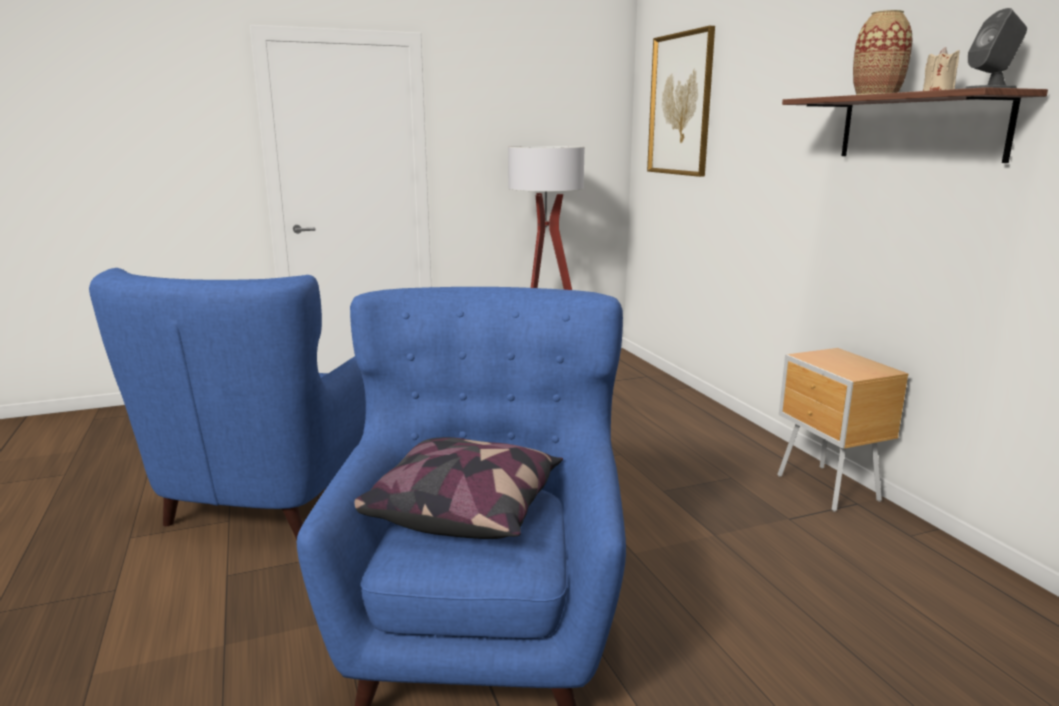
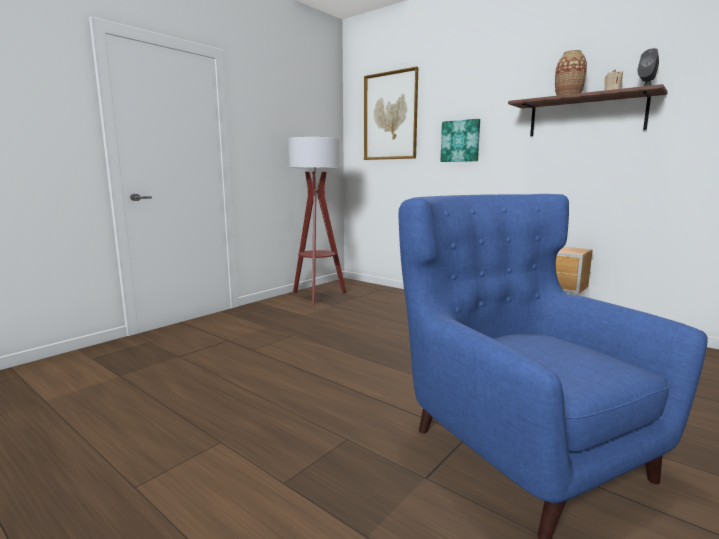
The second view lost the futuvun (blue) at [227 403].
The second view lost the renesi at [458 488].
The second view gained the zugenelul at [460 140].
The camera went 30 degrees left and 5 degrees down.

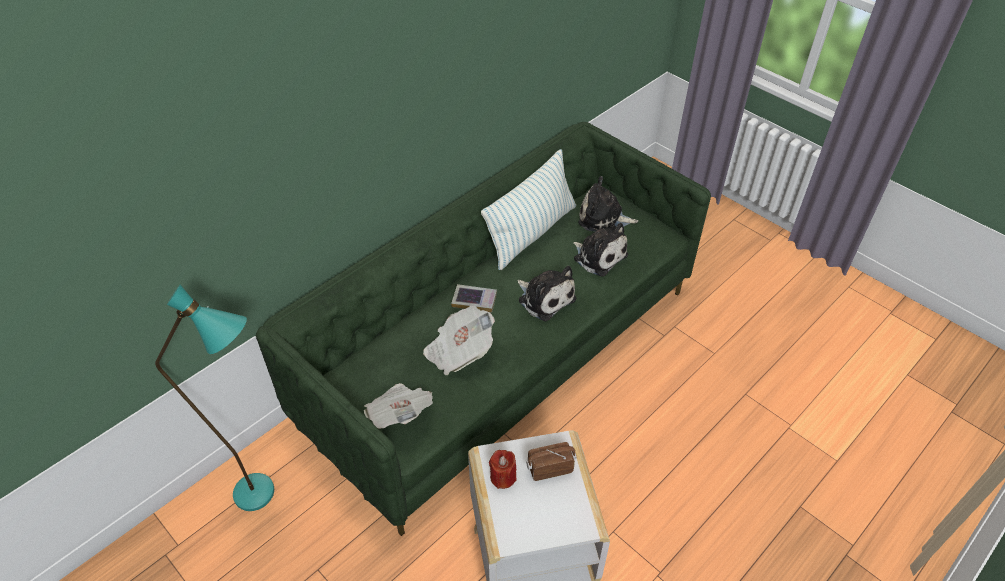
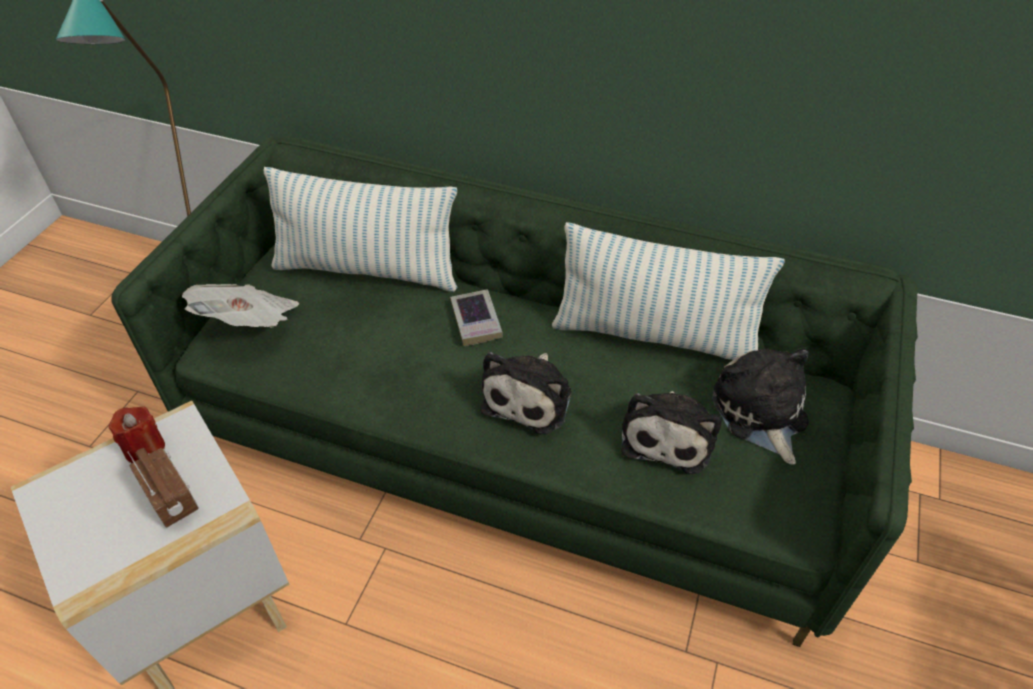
The second view lost the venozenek at [459 340].
The second view gained the renesi at [360 229].
The camera went 65 degrees right and 0 degrees up.

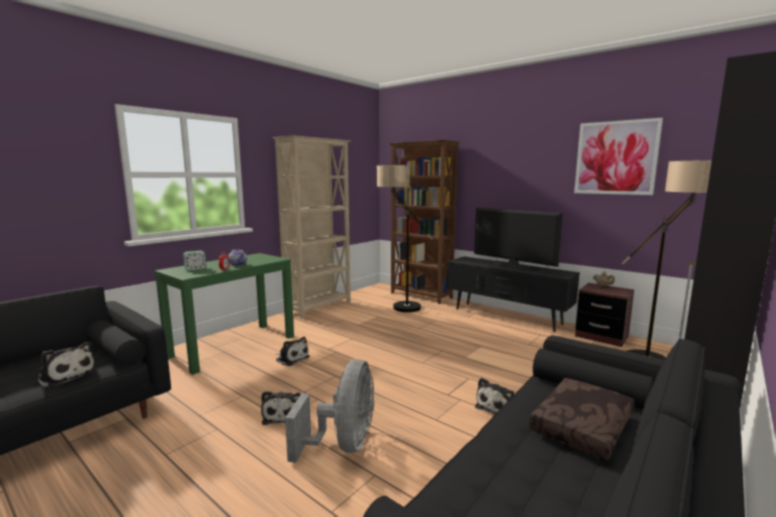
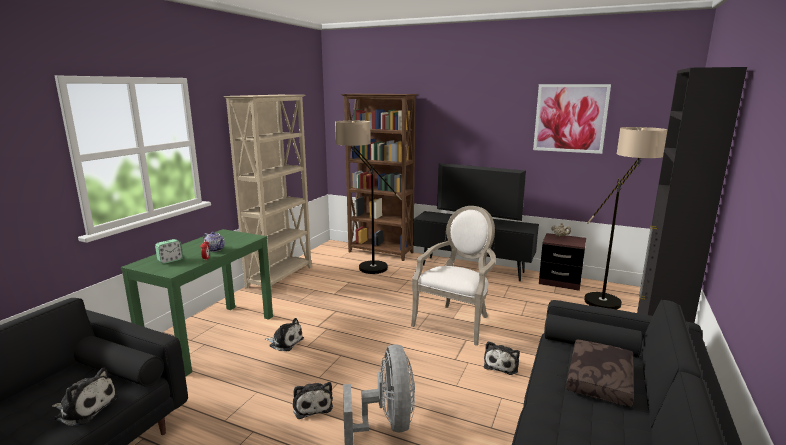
The second view gained the futuvun at [453 276].
The camera went 15 degrees left and 5 degrees up.

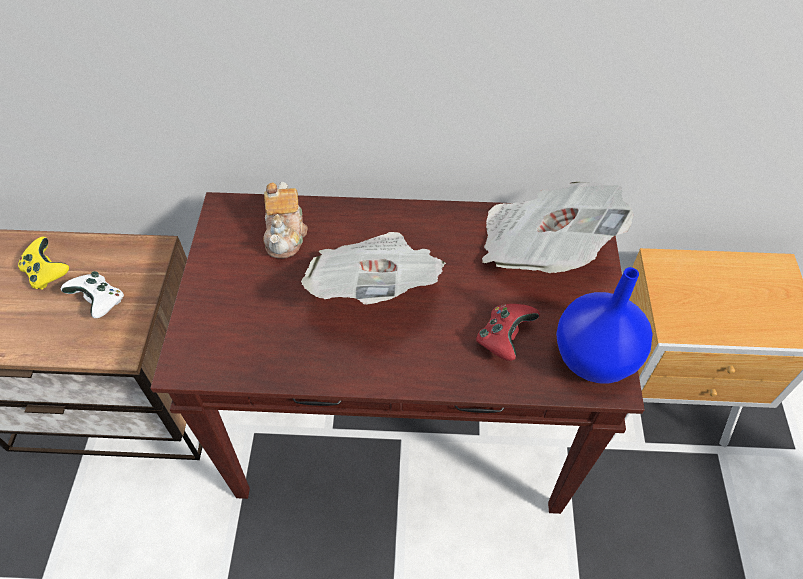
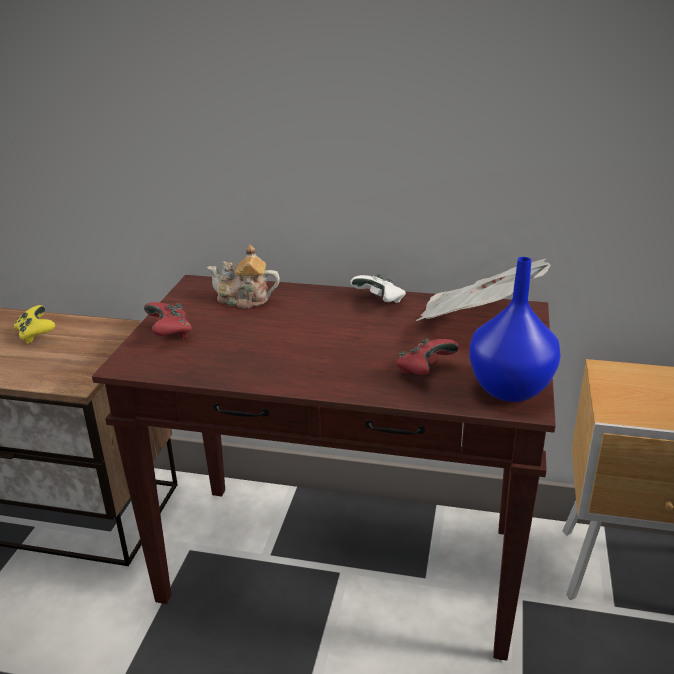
The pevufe at [285 220] ended up facing another way, 90 degrees clockwise from before.
The second view lost the venozenek at [373 268].
The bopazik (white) ended up elsewhere, having gone from [92 294] to [378 288].
The second view gained the bopazik (red) at [168 320].
The camera went 10 degrees right and 25 degrees down.

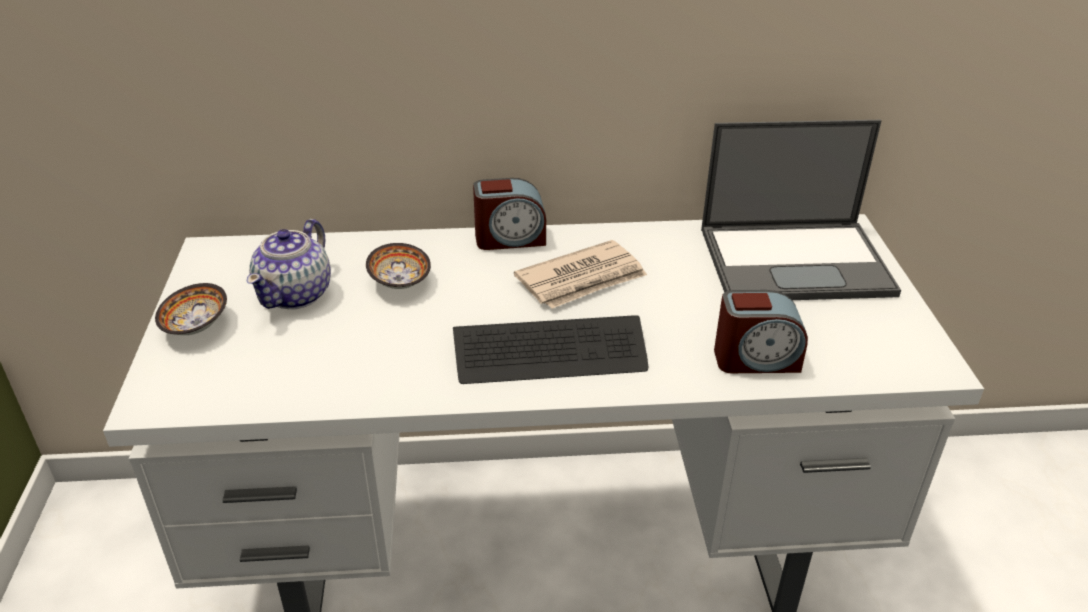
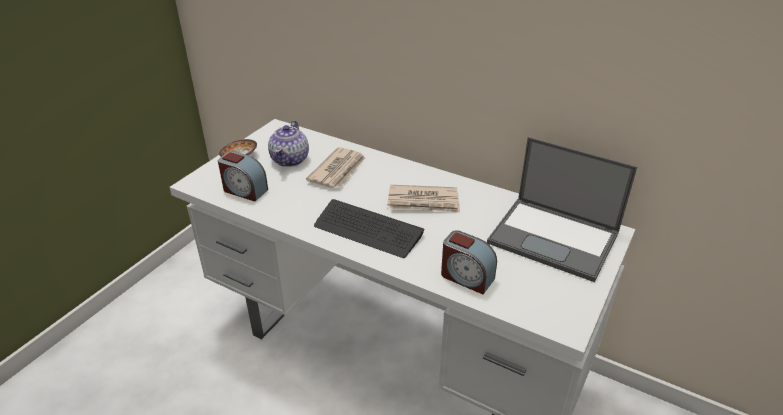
The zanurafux ended up elsewhere, having gone from [509 214] to [243 176].
The pevufe at [289 264] ended up facing another way, 45 degrees counterclockwise from before.
Where the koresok stood at [398 266], the venozenek came to stand at [335 167].
The camera went 35 degrees right and 0 degrees up.

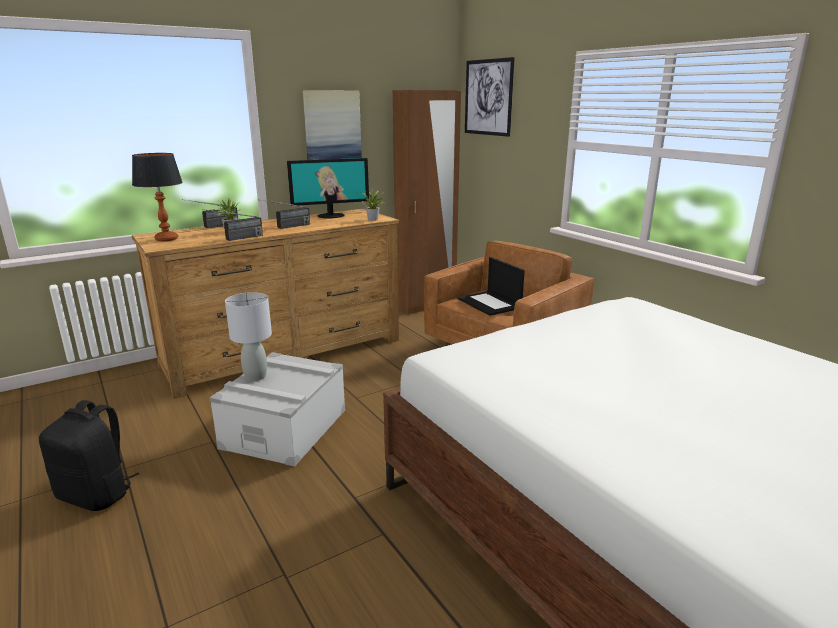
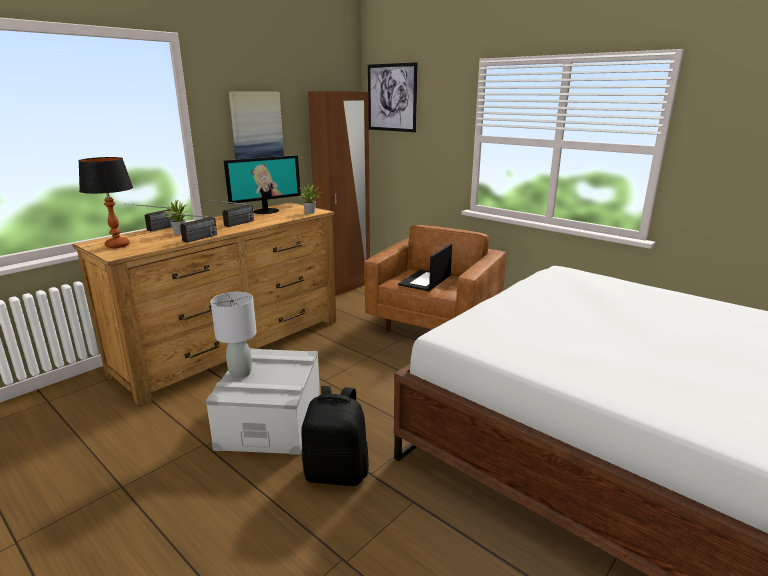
The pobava at [491 286] ended up facing another way, 75 degrees clockwise from before.
The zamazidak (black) ended up elsewhere, having gone from [89 455] to [335 436].
The camera went 15 degrees left and 0 degrees up.

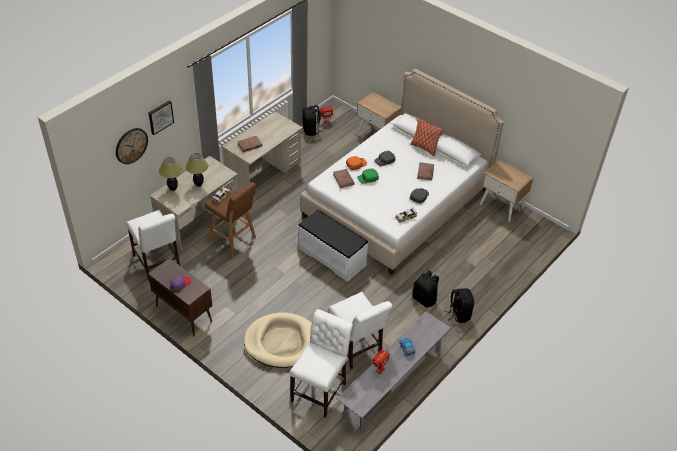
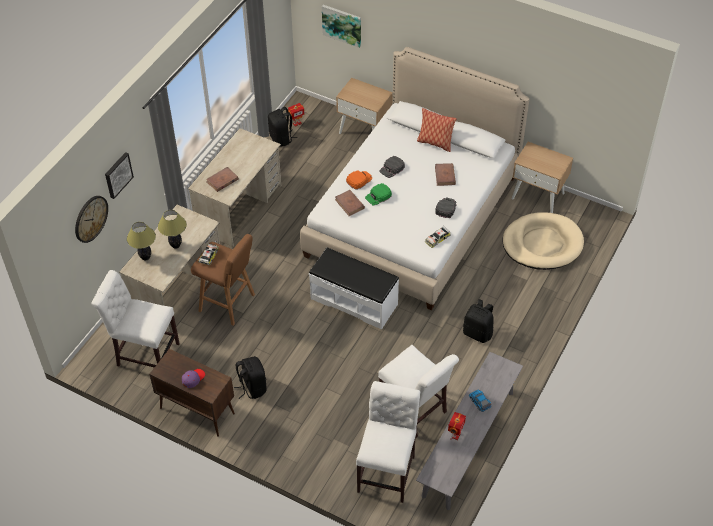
The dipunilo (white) at [153 245] ended up facing another way, 150 degrees clockwise from before.
The zamazidak (black) ended up elsewhere, having gone from [459 306] to [250 377].
The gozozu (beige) ended up elsewhere, having gone from [278 340] to [543 241].
The second view gained the zugenelul at [341 26].
The camera went 10 degrees left and 5 degrees up.

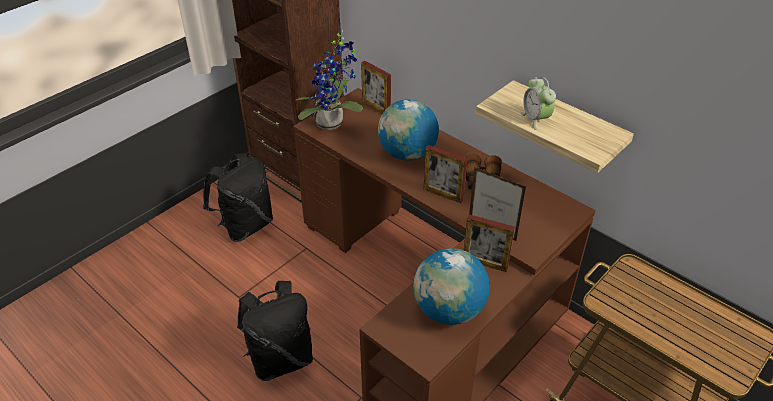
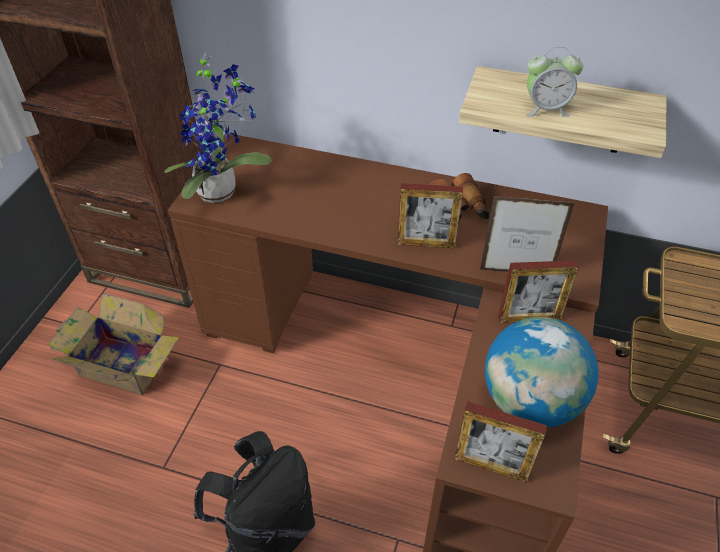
The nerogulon ended up elsewhere, having gone from [376 87] to [500 442].
The zanurafux at [538 103] ended up facing another way, 45 degrees counterclockwise from before.
The second view lost the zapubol at [408 130].
Where the zamazidak (black) stood at [238 197], the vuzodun came to stand at [113 344].
The camera went 25 degrees left and 5 degrees up.

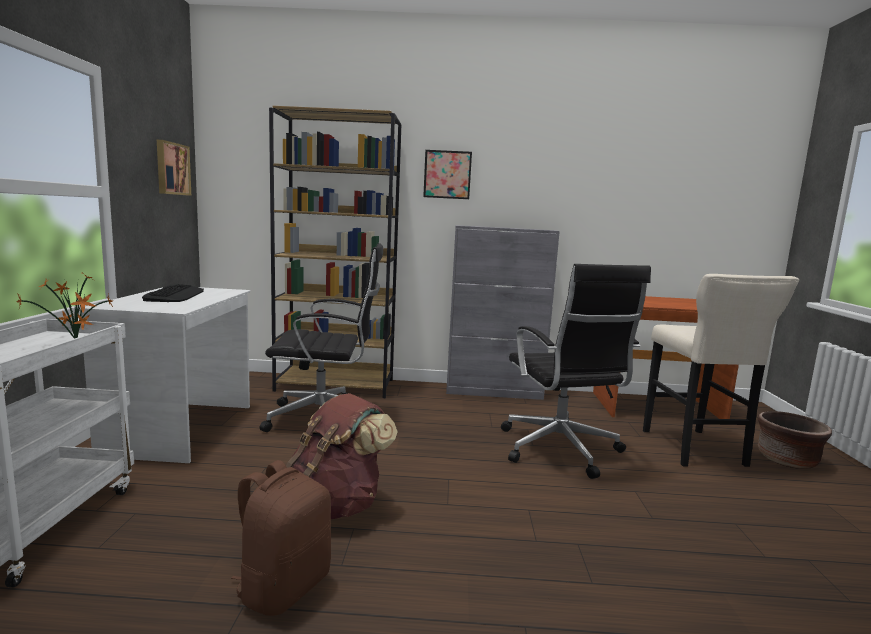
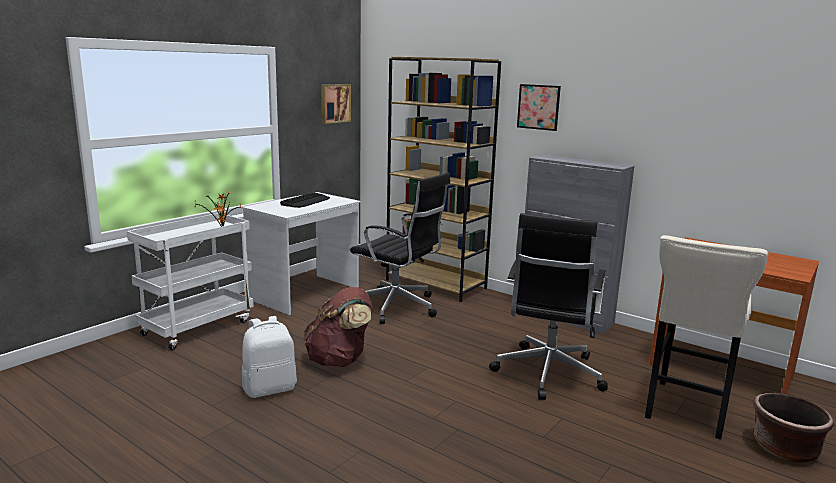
What was the zamazidak (brown) at [281 538] turned into the zamazidak (white) at [269 357].
The camera went 35 degrees right and 5 degrees up.

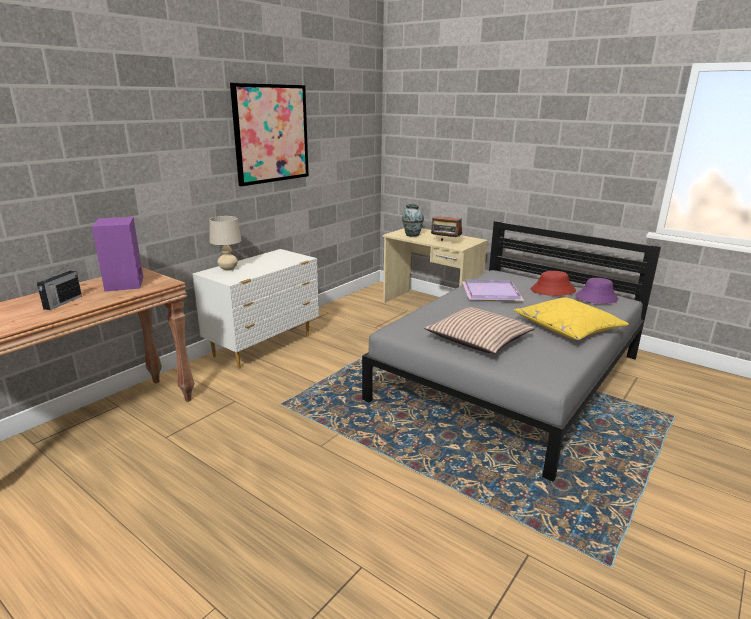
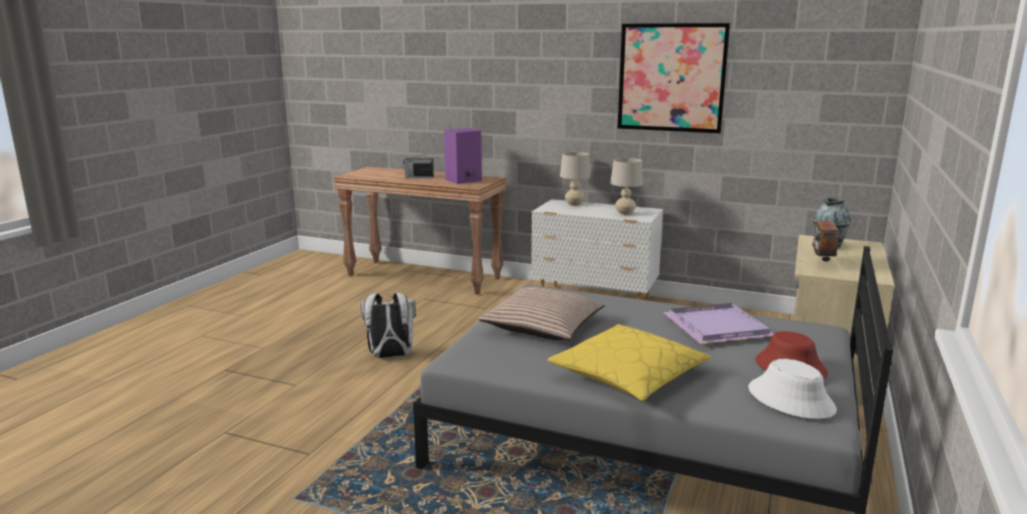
What was the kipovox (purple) at [596 291] turned into the kipovox (white) at [792 389].
The second view gained the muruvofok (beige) at [626 186].
The second view gained the zamazidak (white) at [388 325].
The camera went 75 degrees right and 5 degrees down.

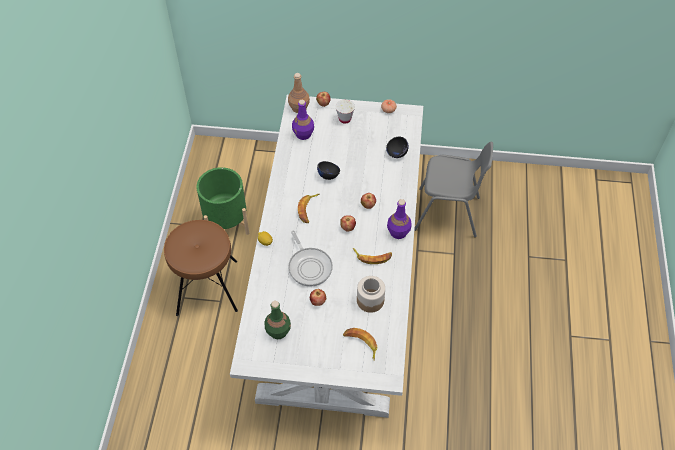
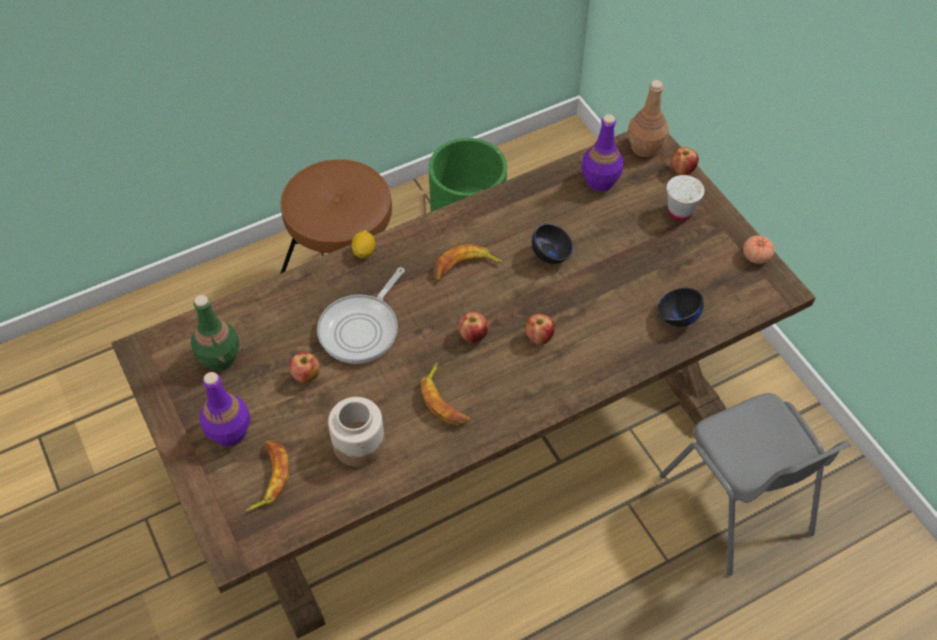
What was the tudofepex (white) at [326 256] turned into the tudofepex (brown) at [463 385].
The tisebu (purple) ended up elsewhere, having gone from [399 219] to [225 409].
The camera went 55 degrees right and 0 degrees up.

